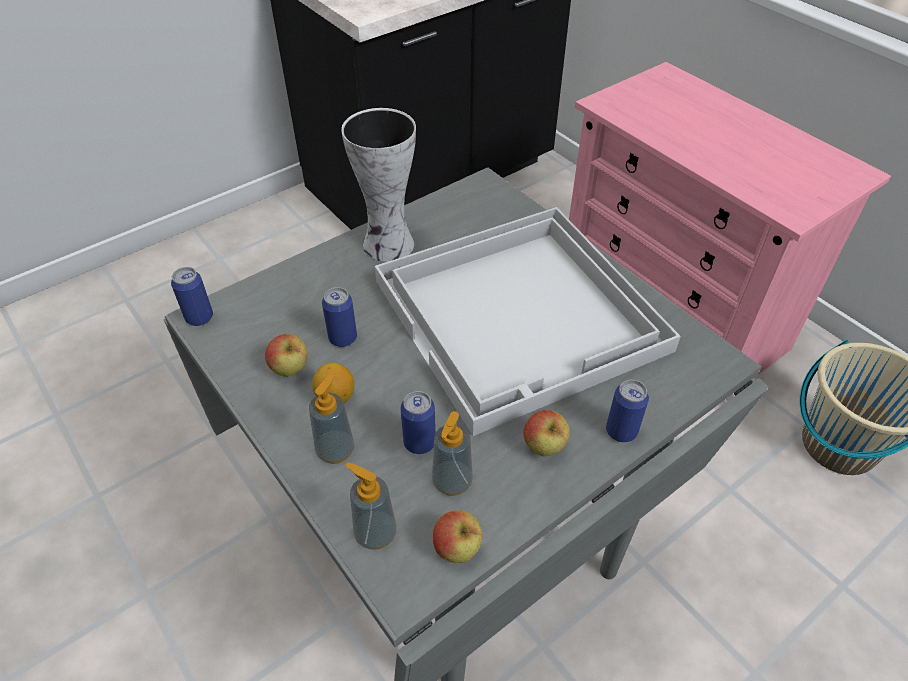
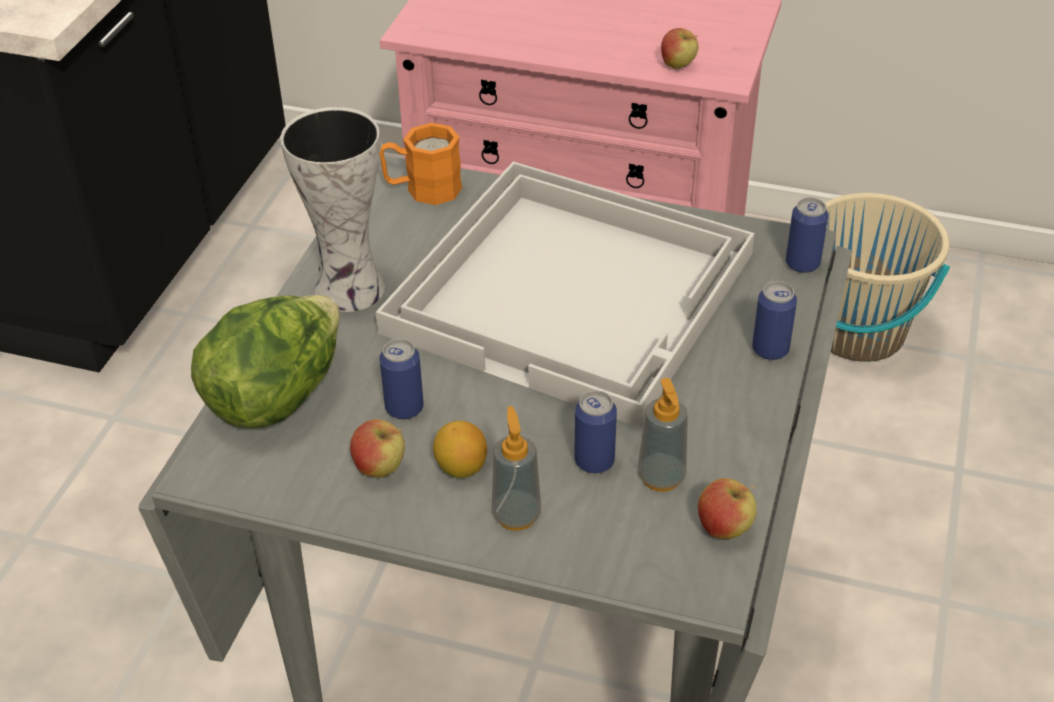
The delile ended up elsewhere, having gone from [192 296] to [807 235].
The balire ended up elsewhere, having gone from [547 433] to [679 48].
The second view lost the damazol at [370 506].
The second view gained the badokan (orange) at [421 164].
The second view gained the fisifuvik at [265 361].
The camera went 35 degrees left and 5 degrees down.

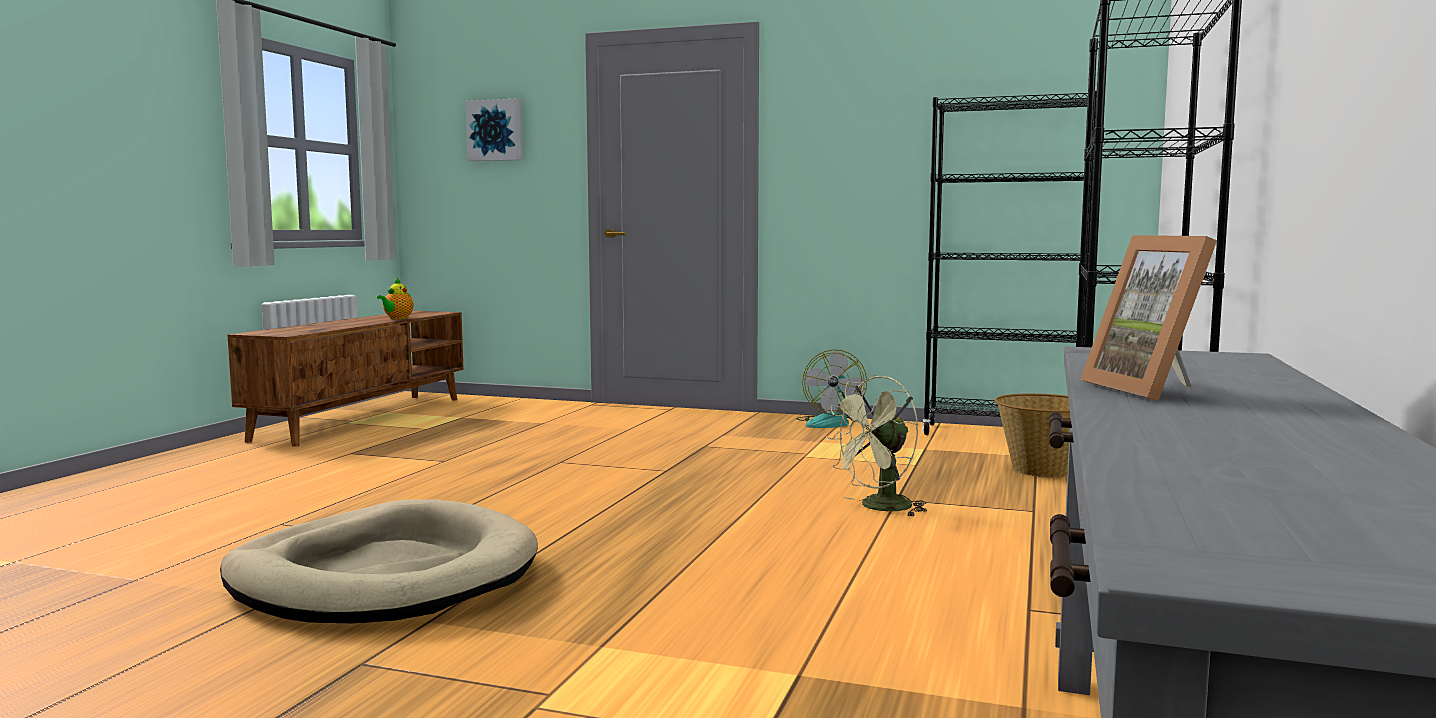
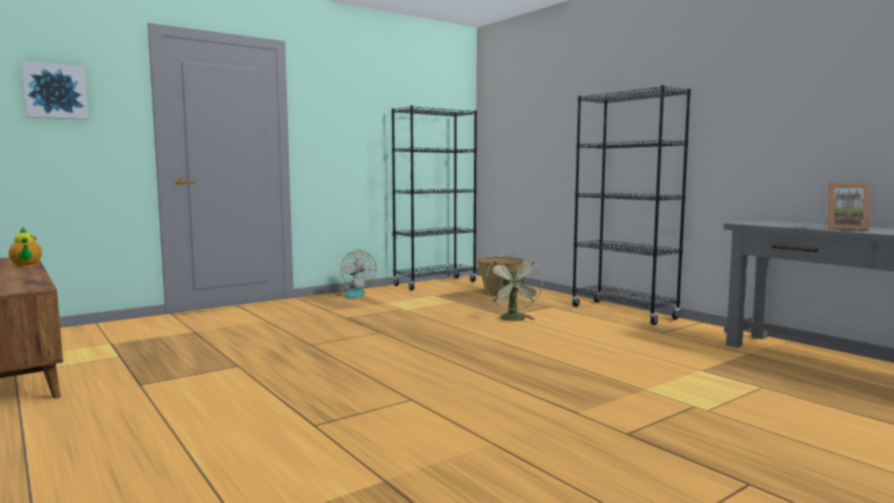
The second view lost the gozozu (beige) at [379 561].
The camera went 55 degrees left and 0 degrees up.

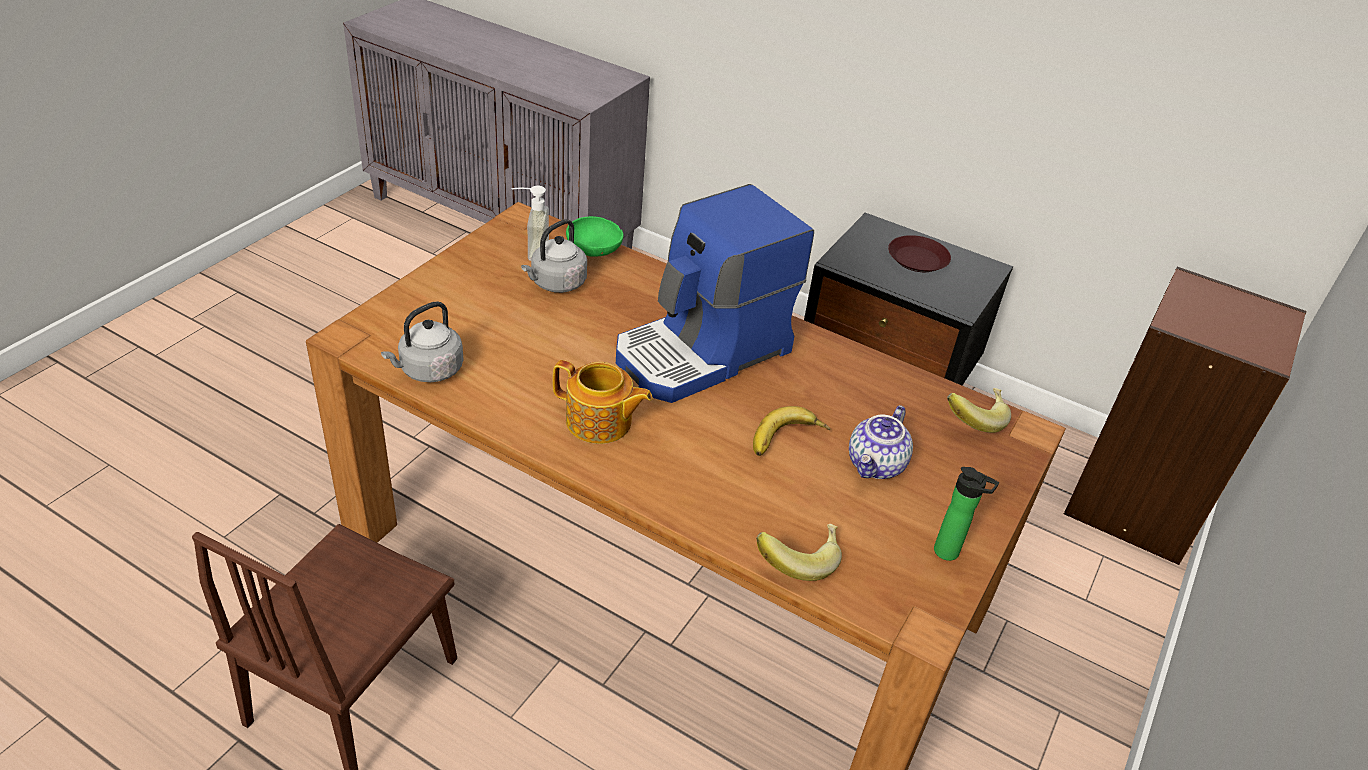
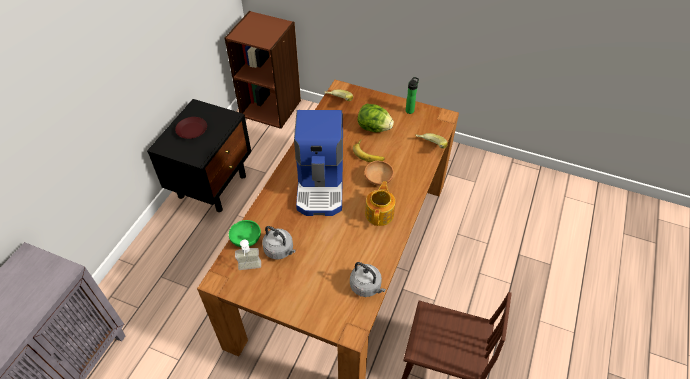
The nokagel at [715 293] ended up facing another way, 45 degrees clockwise from before.
Where the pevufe stood at [881 442], the fisifuvik came to stand at [375 118].
The second view gained the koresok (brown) at [379 173].
The camera went 95 degrees left and 10 degrees up.

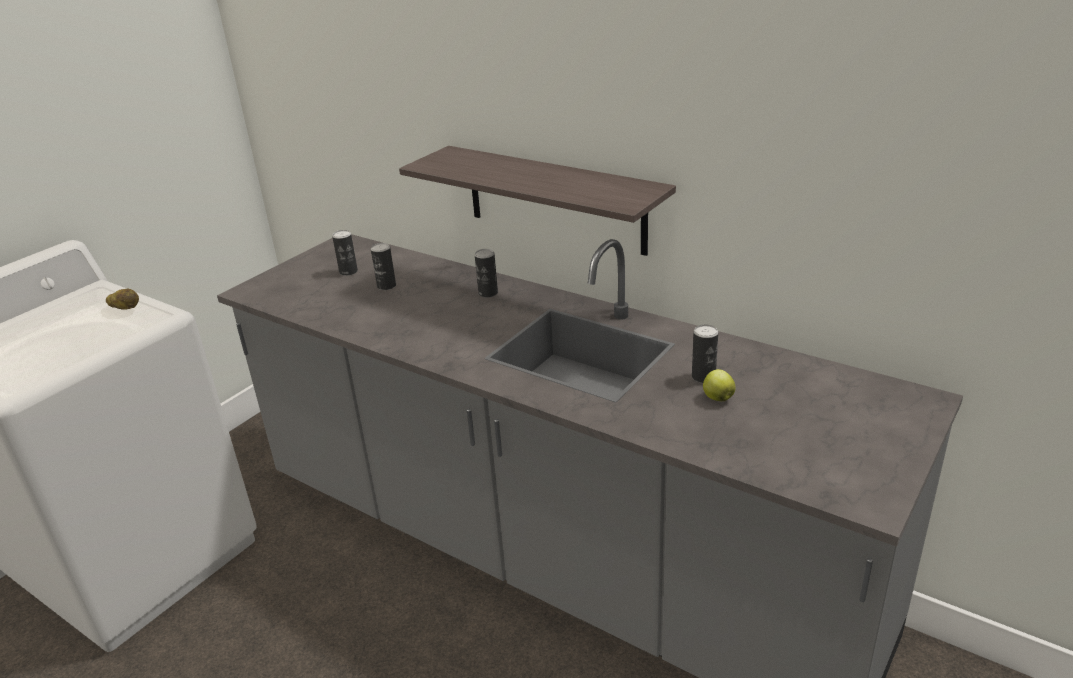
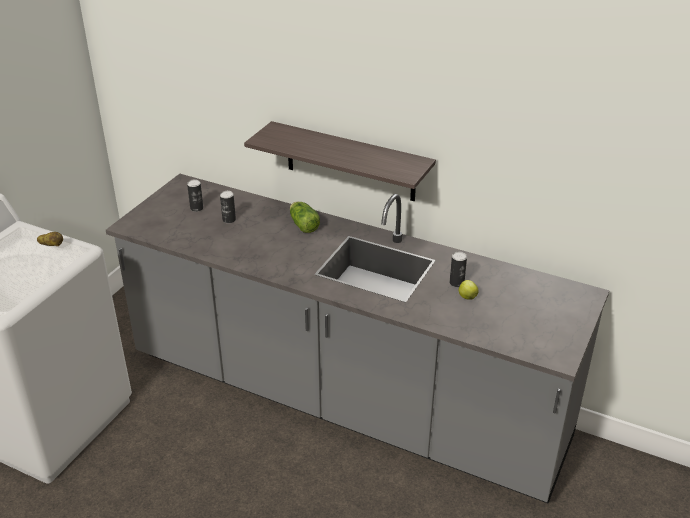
Where the delile stood at [486 273], the fisifuvik came to stand at [305 217].
The camera went 10 degrees left and 5 degrees up.

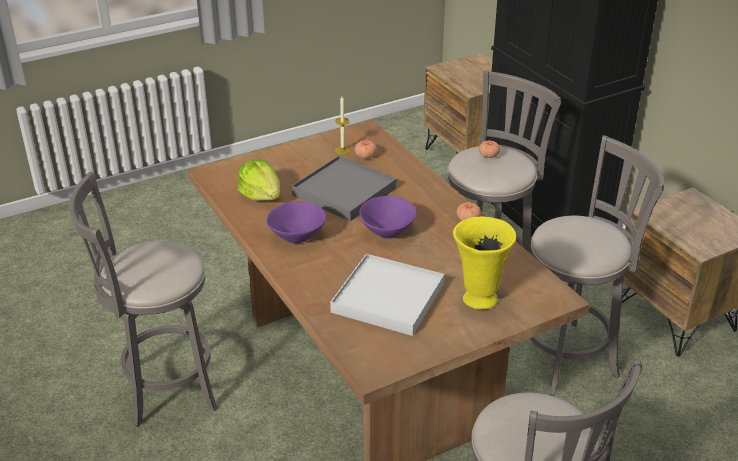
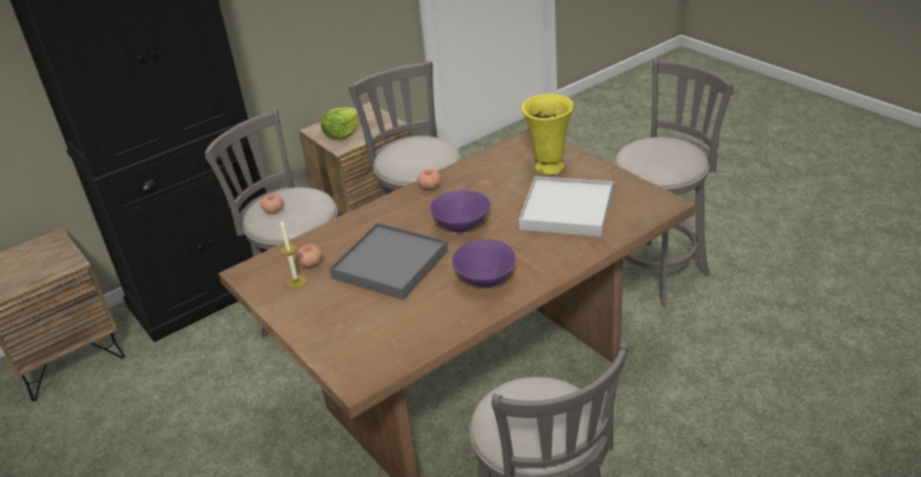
The fisifuvik ended up elsewhere, having gone from [258 180] to [340 123].
The camera went 95 degrees left and 0 degrees up.

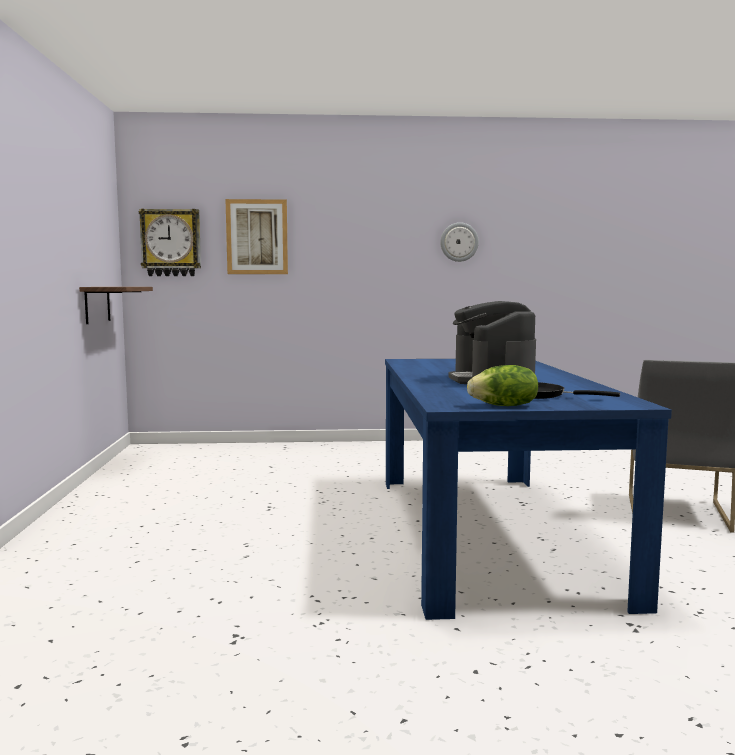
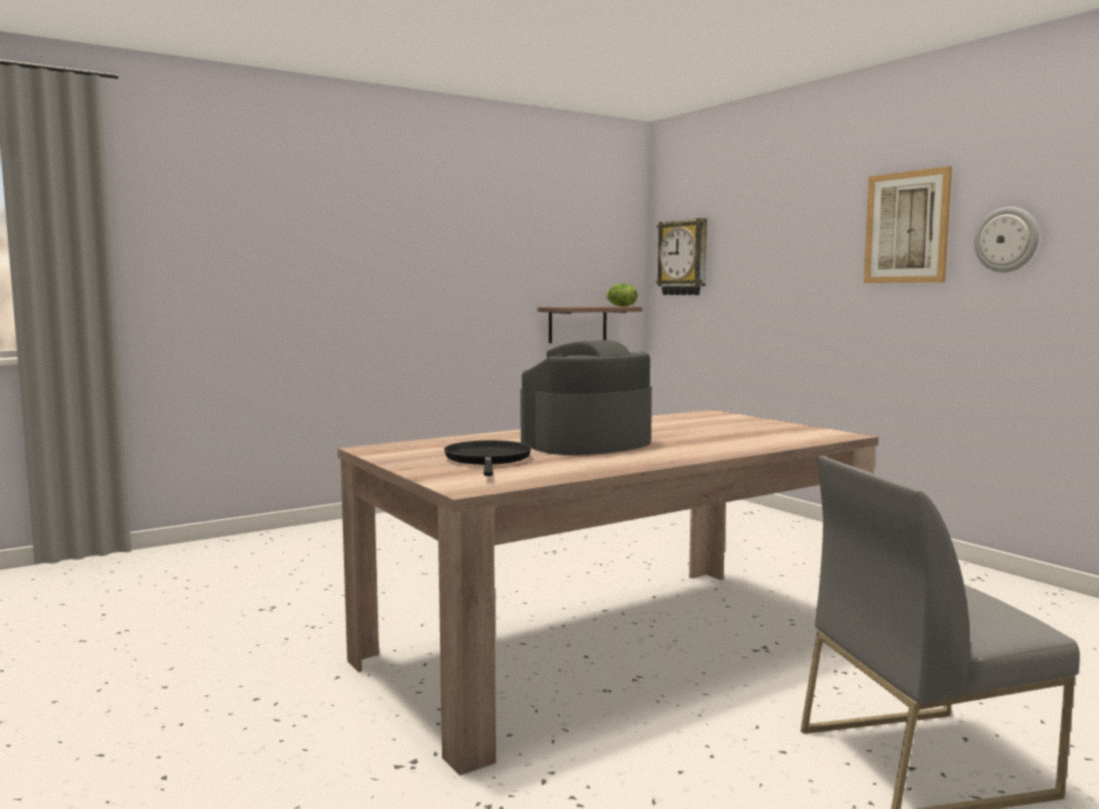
The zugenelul ended up elsewhere, having gone from [256 236] to [908 224].
What was the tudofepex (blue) at [528 489] turned into the tudofepex (beige) at [608 593].
The fisifuvik ended up elsewhere, having gone from [502 385] to [622 295].
The camera went 60 degrees right and 0 degrees up.

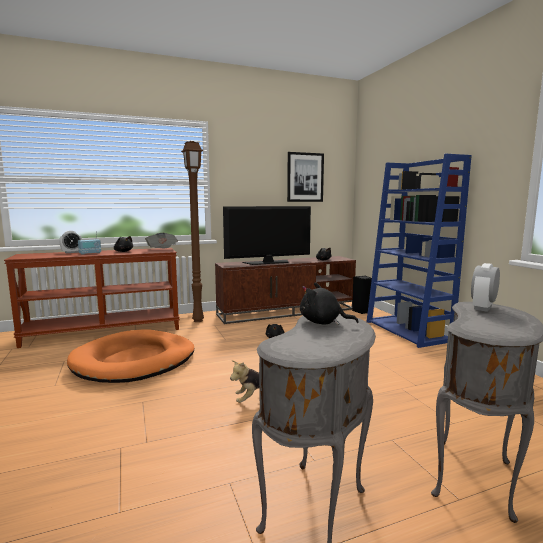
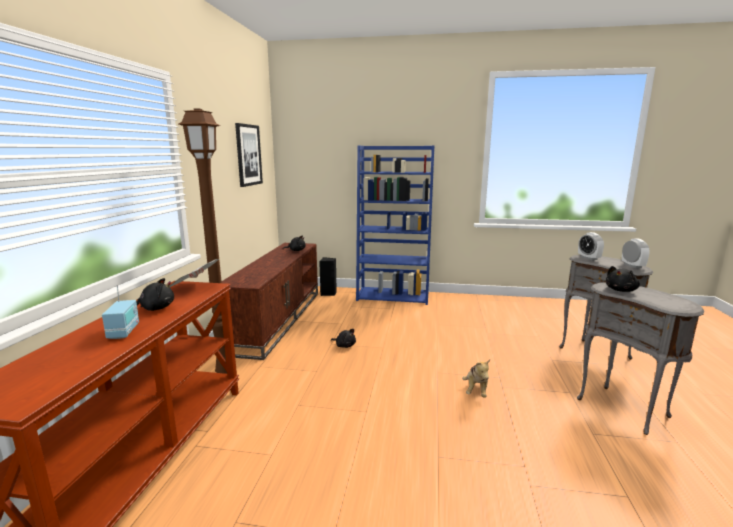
The second view lost the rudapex at [267 235].
The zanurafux ended up elsewhere, having gone from [70 242] to [636 253].
The second view lost the gozozu (orange) at [130 356].
The camera went 60 degrees left and 5 degrees up.

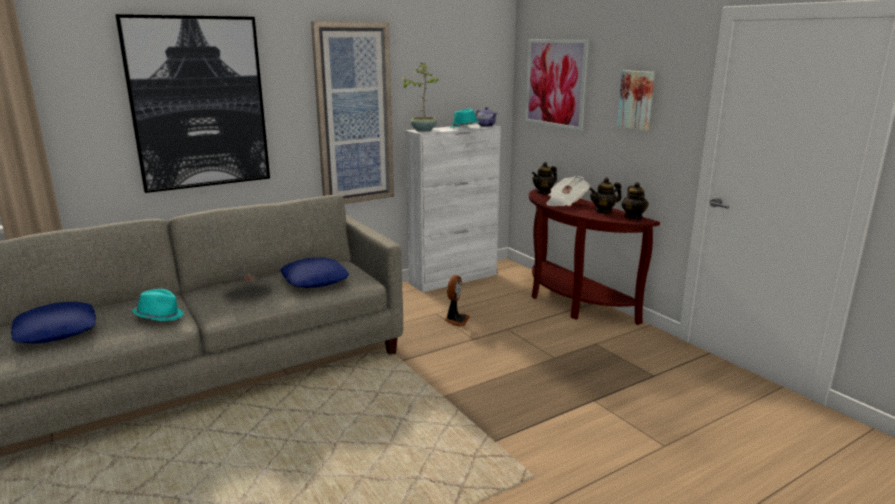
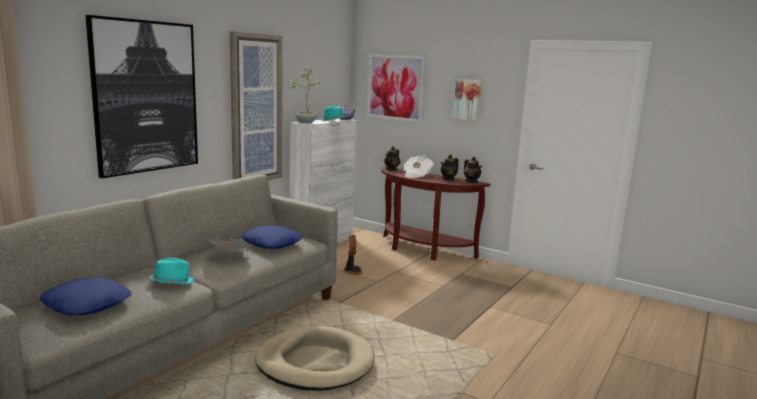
The second view gained the gozozu (beige) at [315 358].
The camera went 25 degrees left and 5 degrees down.

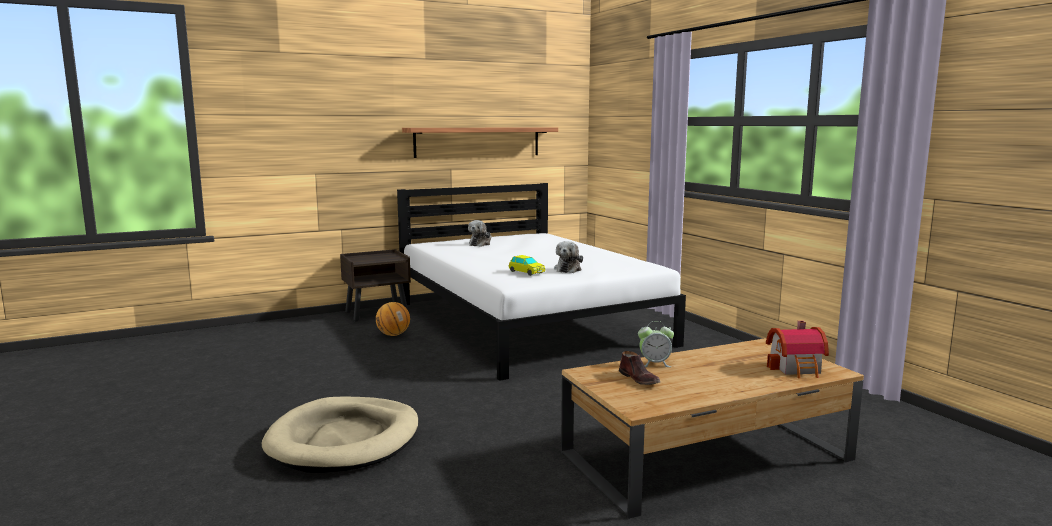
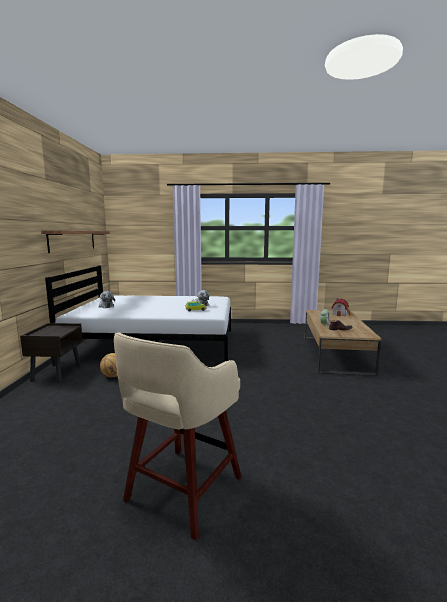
The second view lost the gozozu (beige) at [340 435].
The second view gained the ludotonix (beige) at [177 436].
The camera went 60 degrees left and 0 degrees up.

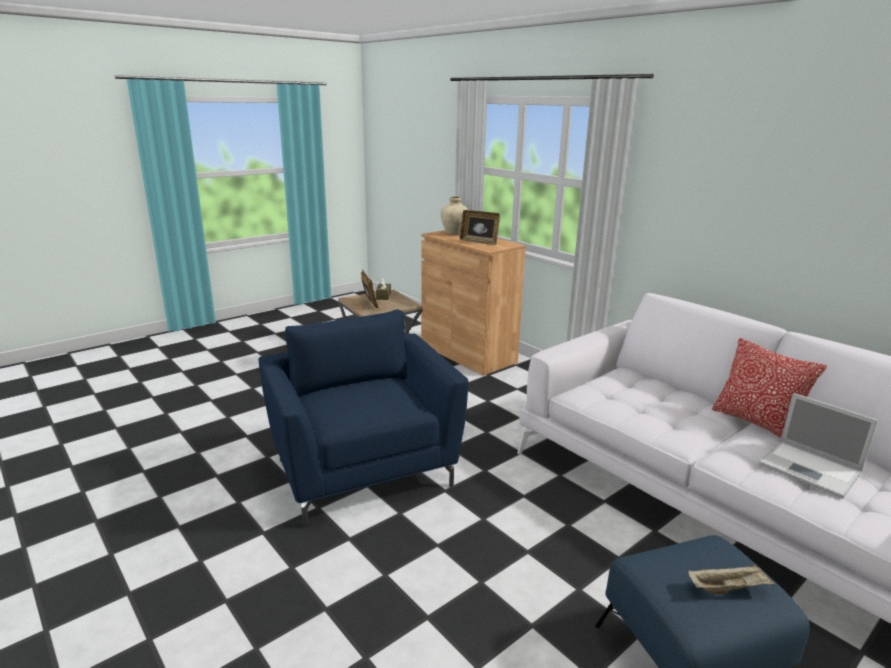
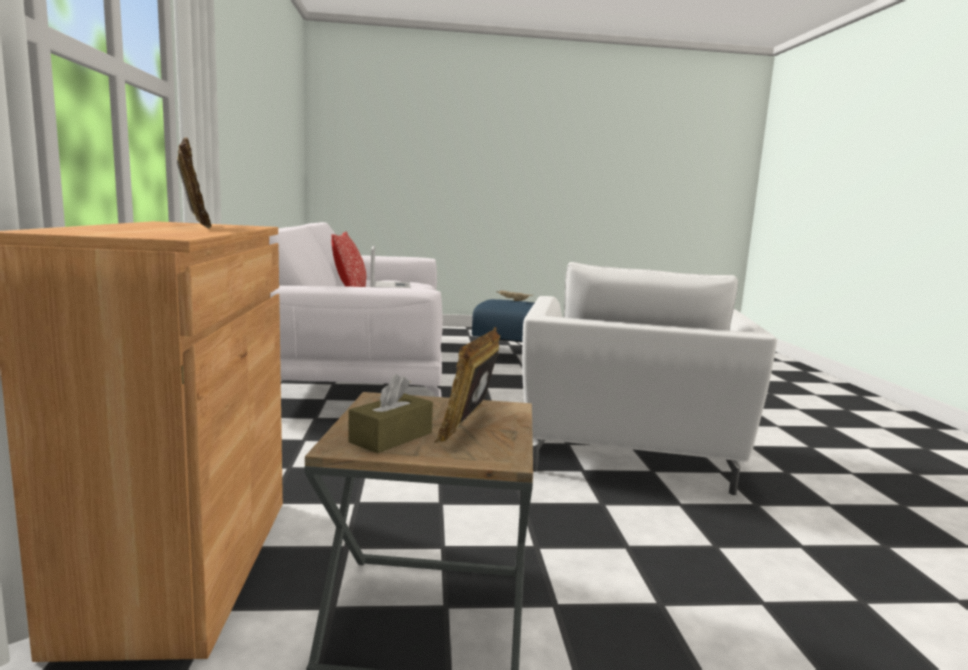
The second view lost the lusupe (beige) at [454 215].
What was the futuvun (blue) at [364 418] turned into the futuvun (white) at [649 378].
The camera went 145 degrees left and 10 degrees down.

